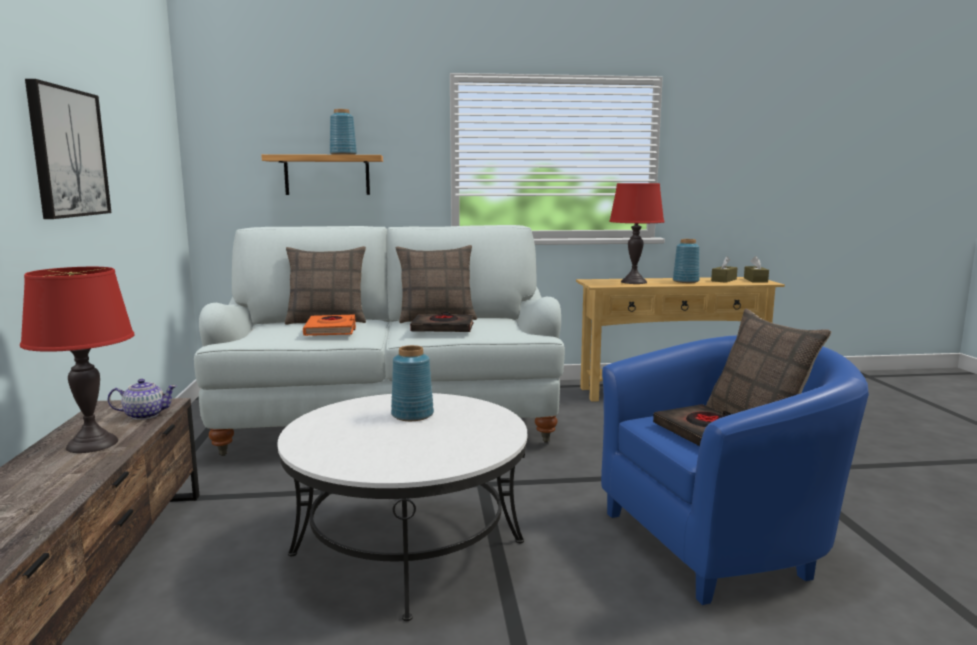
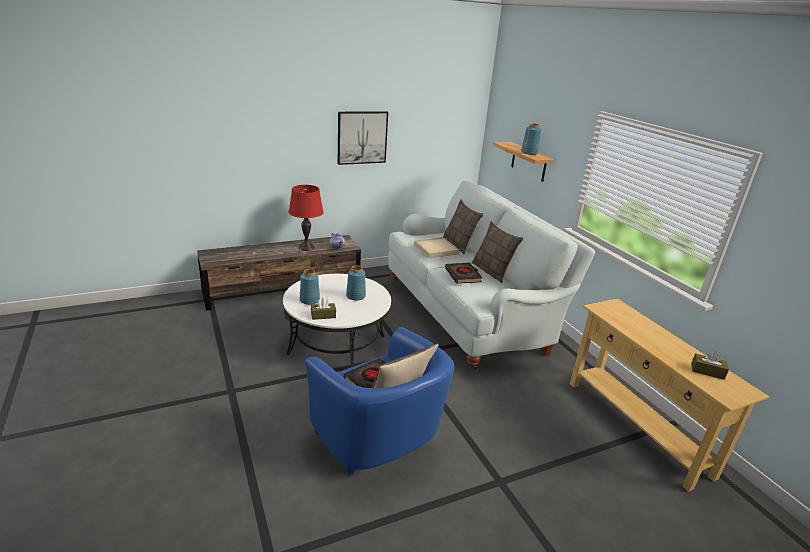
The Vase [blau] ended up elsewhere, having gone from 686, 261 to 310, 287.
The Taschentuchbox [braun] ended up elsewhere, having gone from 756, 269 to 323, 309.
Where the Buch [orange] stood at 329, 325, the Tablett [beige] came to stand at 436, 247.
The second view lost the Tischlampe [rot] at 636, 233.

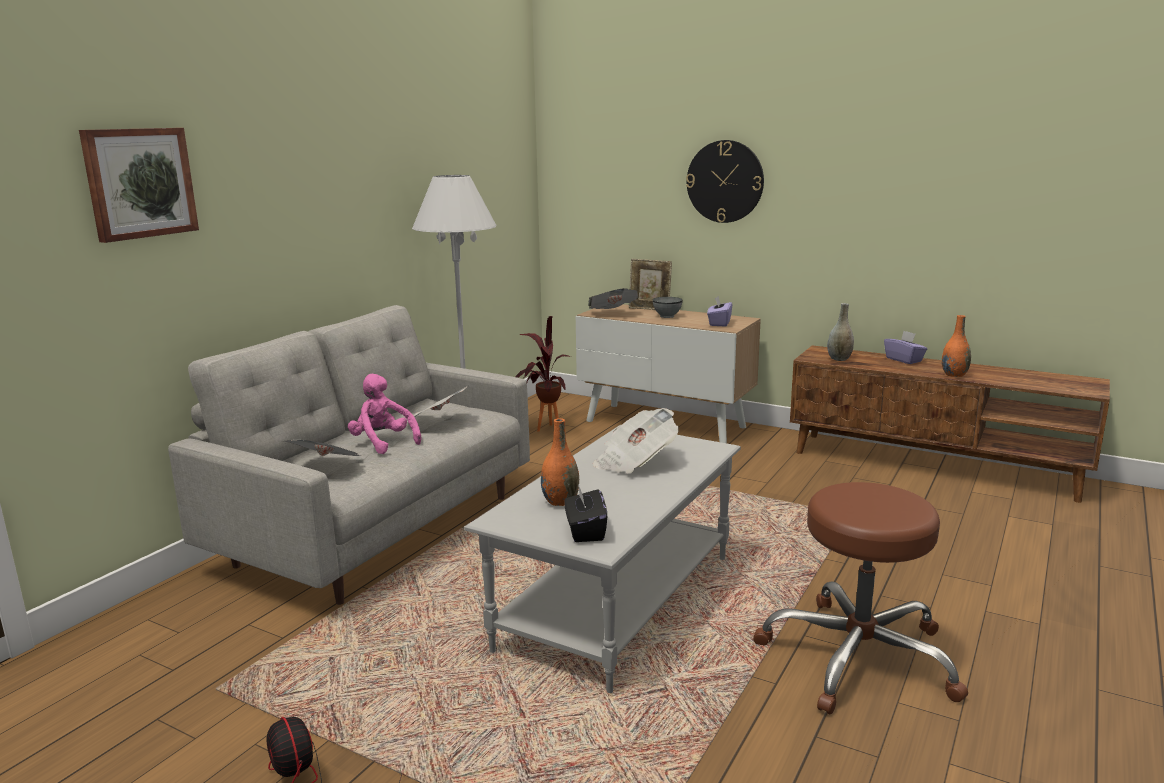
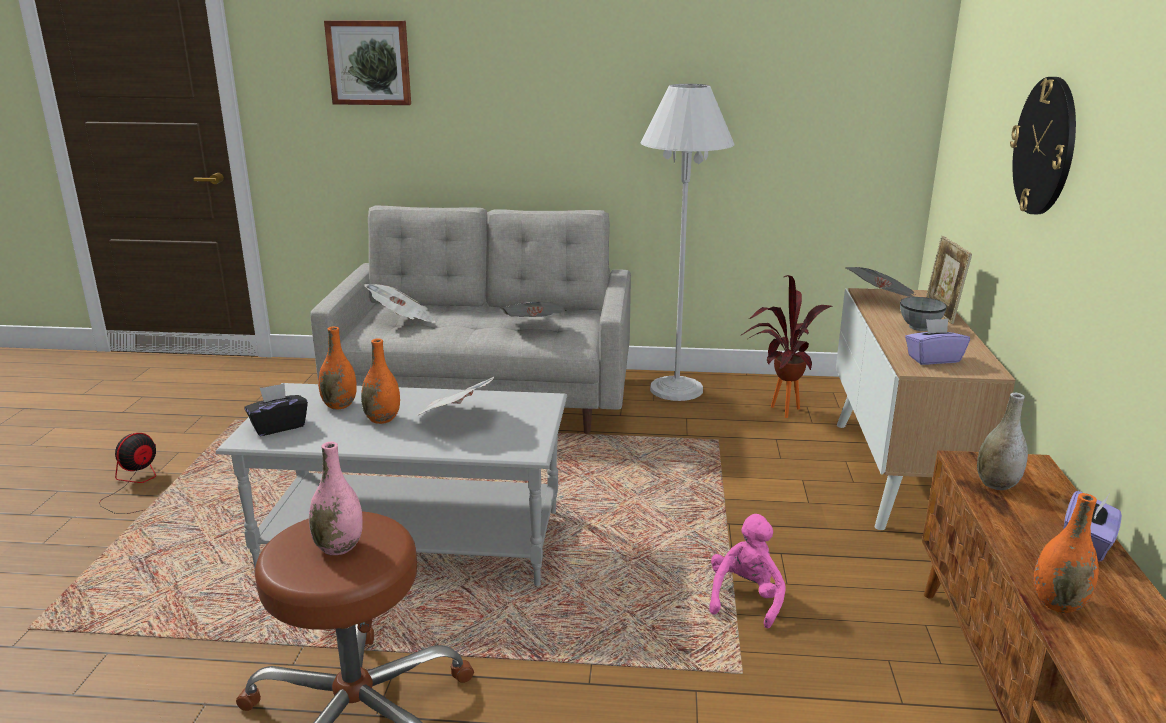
The second view gained the Vase [rosa] at 336, 498.
The second view gained the Vase [orange] at 380, 381.
The Plüschtier [rosa] ended up elsewhere, having gone from 384, 414 to 747, 571.

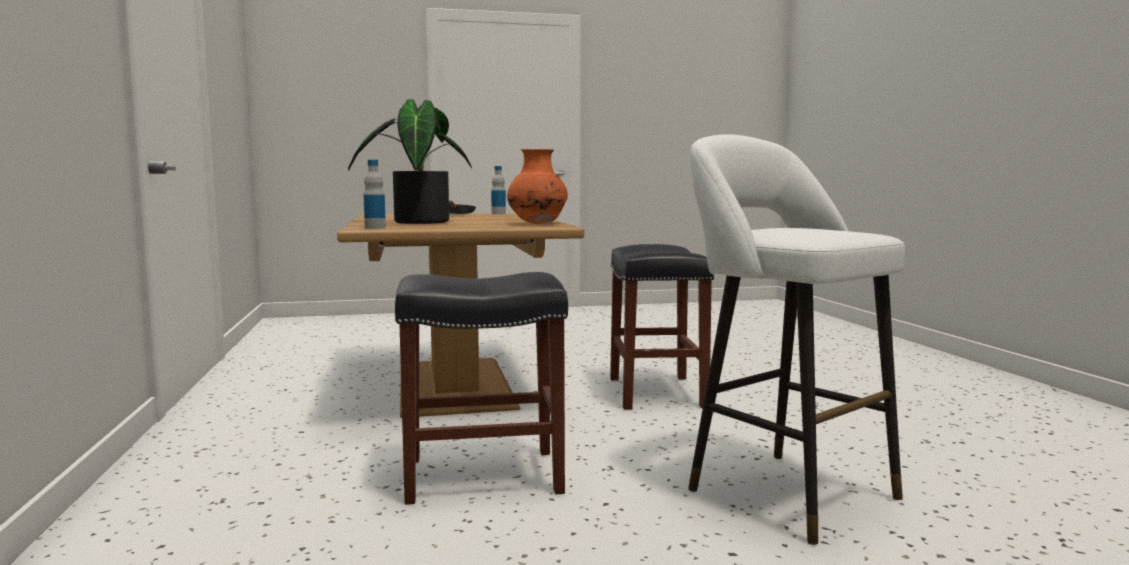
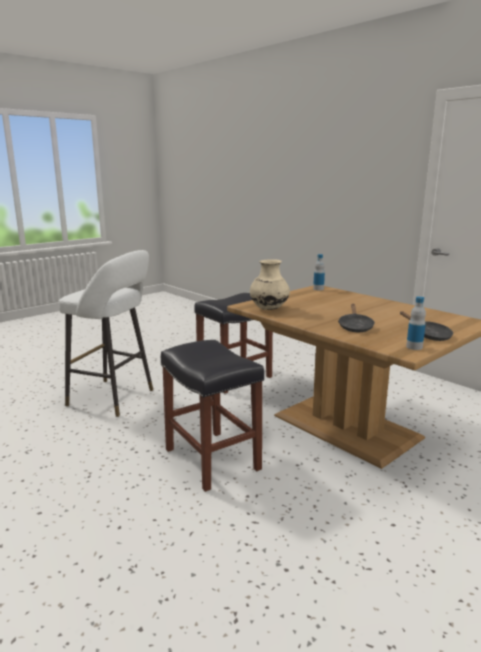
What was the Vase [orange] at 537, 186 turned into the Vase [beige] at 270, 284.
The second view gained the Pfanne [schwarz] at 356, 318.
The second view lost the Topfpflanze at 410, 161.

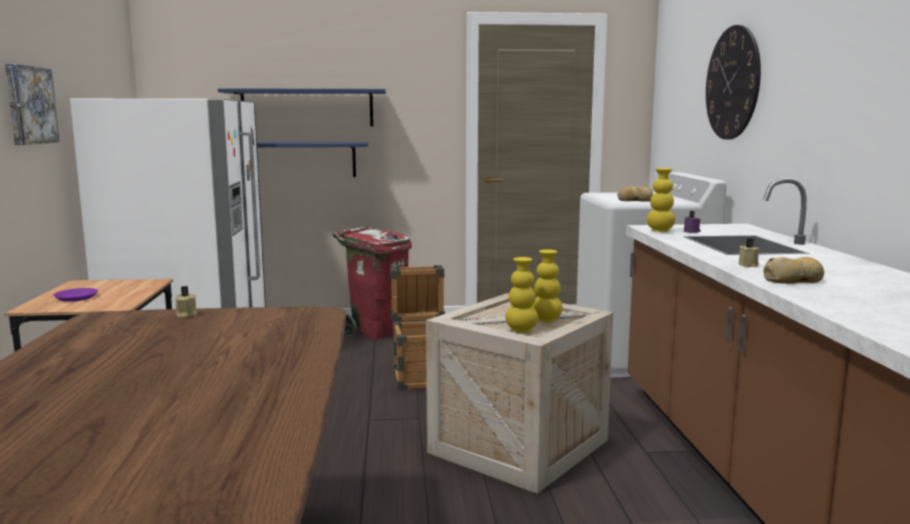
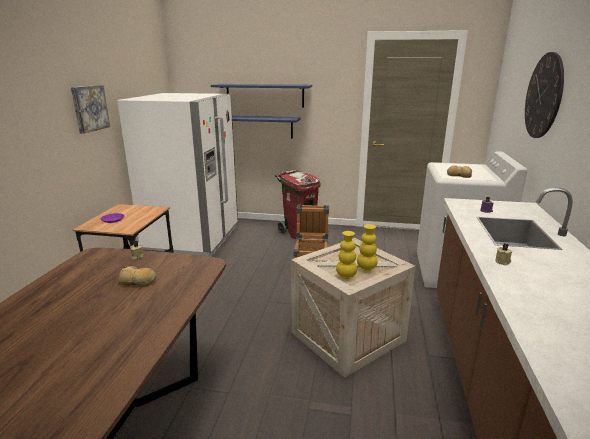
The Brot ended up elsewhere, having gone from 793, 270 to 137, 276.
The second view lost the Vase [gelb] at 661, 200.

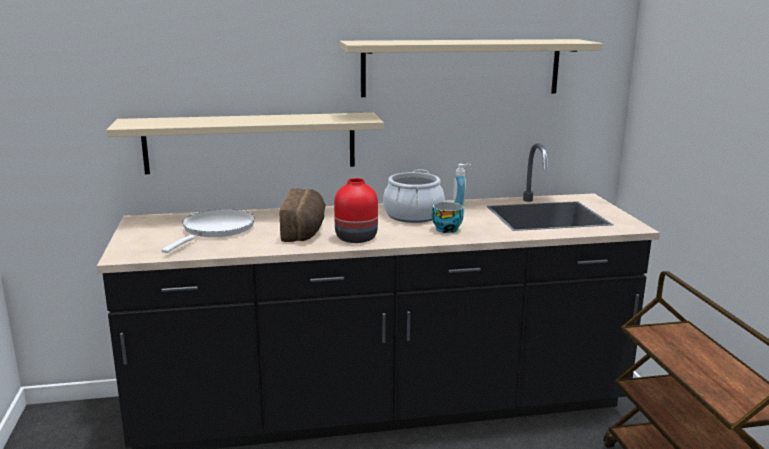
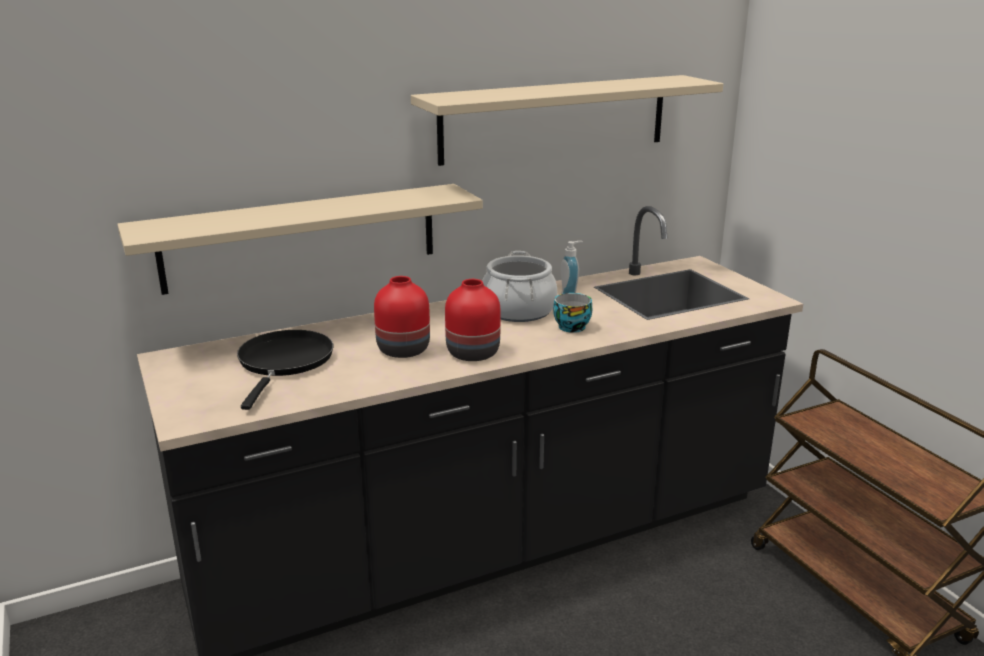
What was the Pfanne [weiß] at 208, 231 turned into the Pfanne [schwarz] at 285, 370.
Where the Brot stood at 303, 215, the Vase [rot] came to stand at 402, 317.

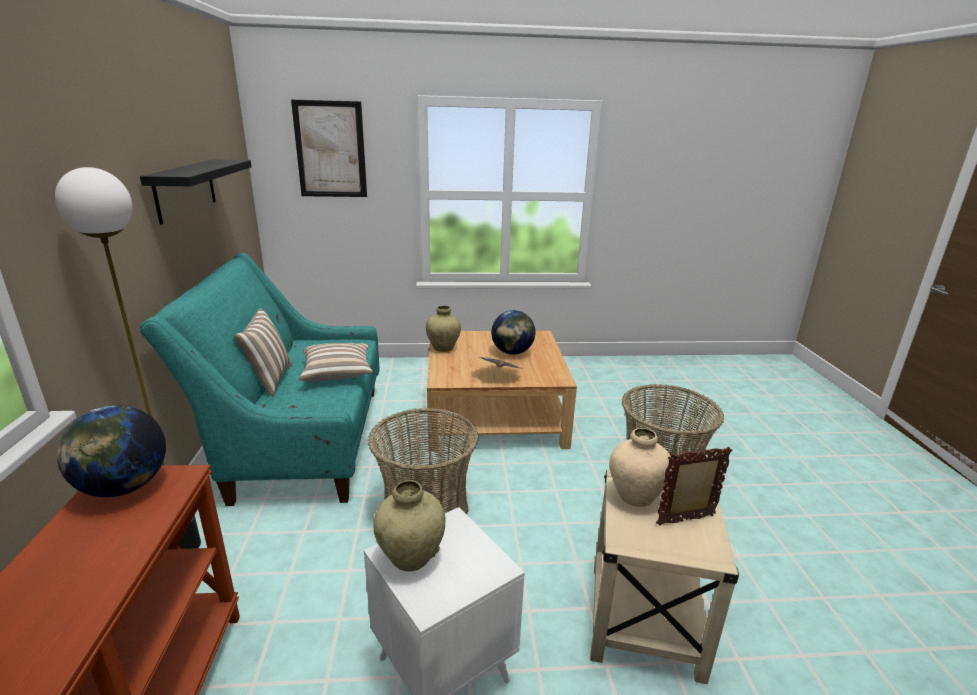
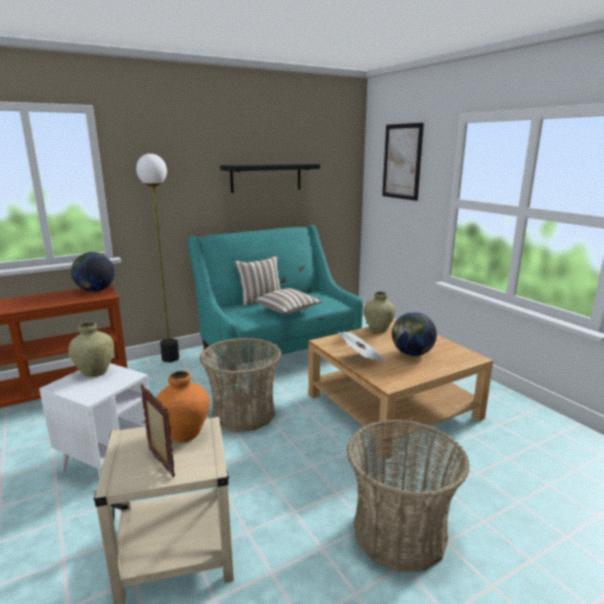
What was the Vase [beige] at 641, 467 turned into the Vase [orange] at 183, 407.

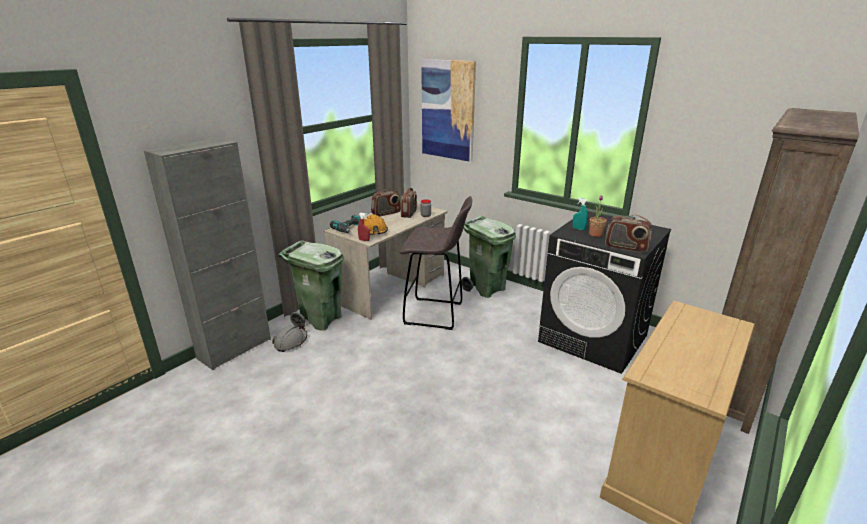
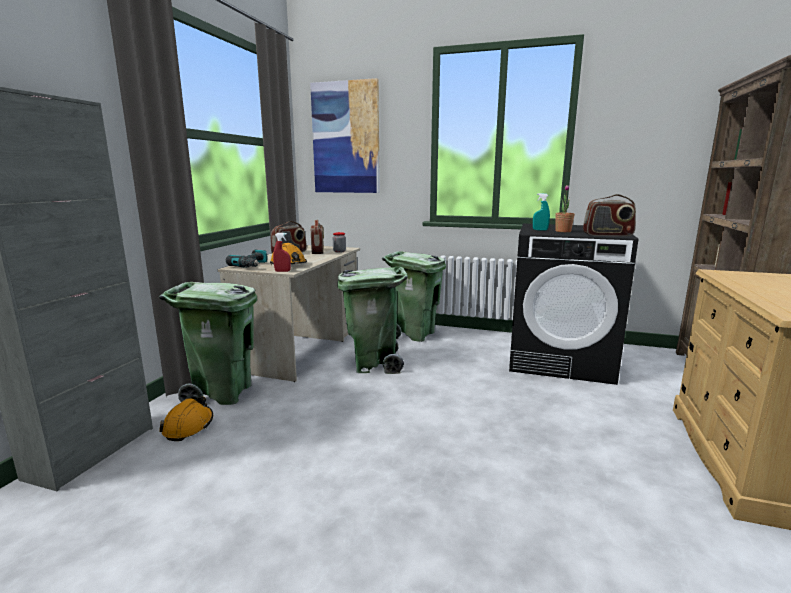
What was the Schutzhelm [grau] at 289, 337 turned into the Schutzhelm [orange] at 186, 419.
Where the Hocker [grau] stood at 435, 263, the Mülleimer [grün] came to stand at 373, 320.

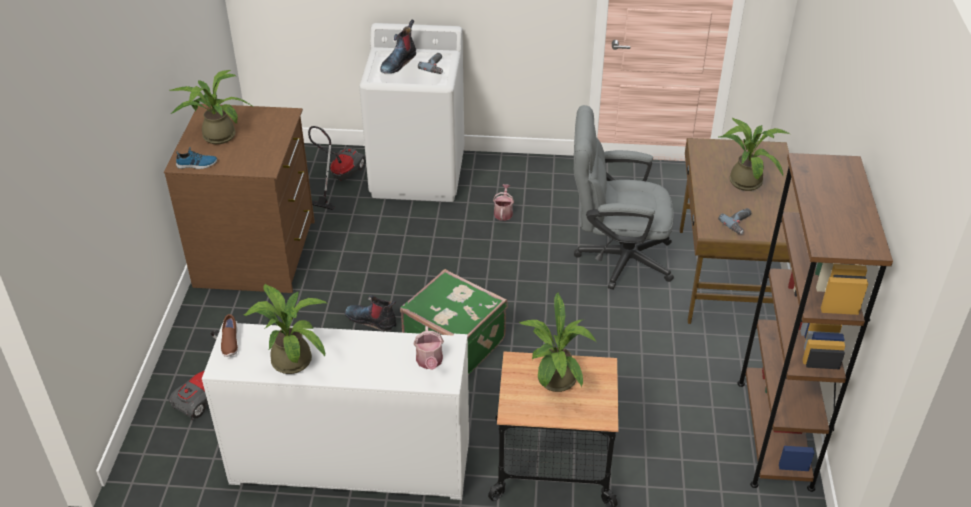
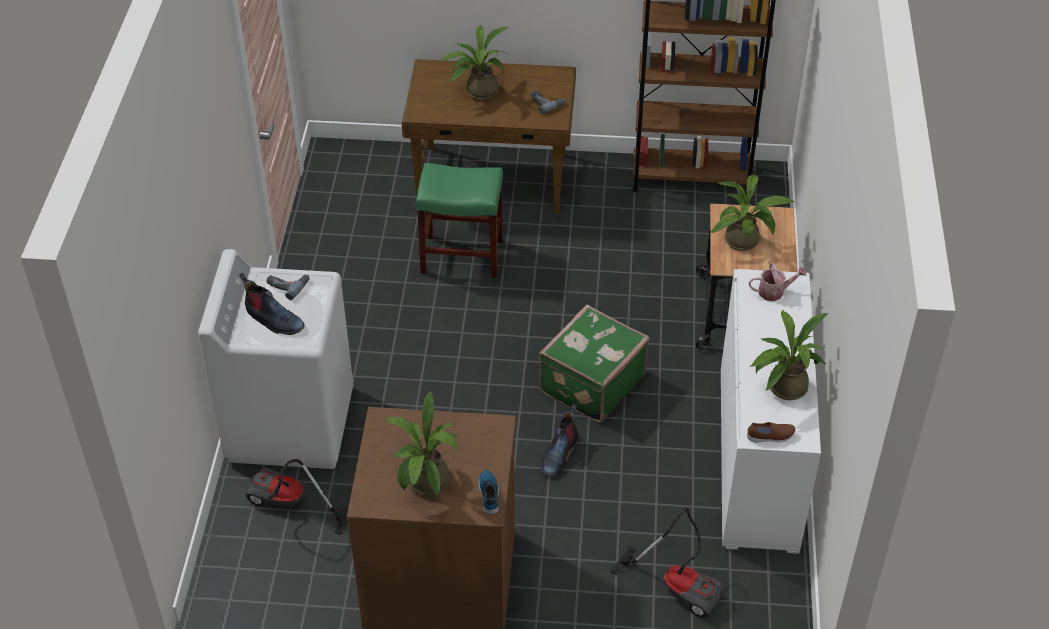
Where the Bürostuhl [grau] stood at 624, 197, the Hocker [grün] came to stand at 459, 221.
The second view lost the Gießkanne at 503, 202.

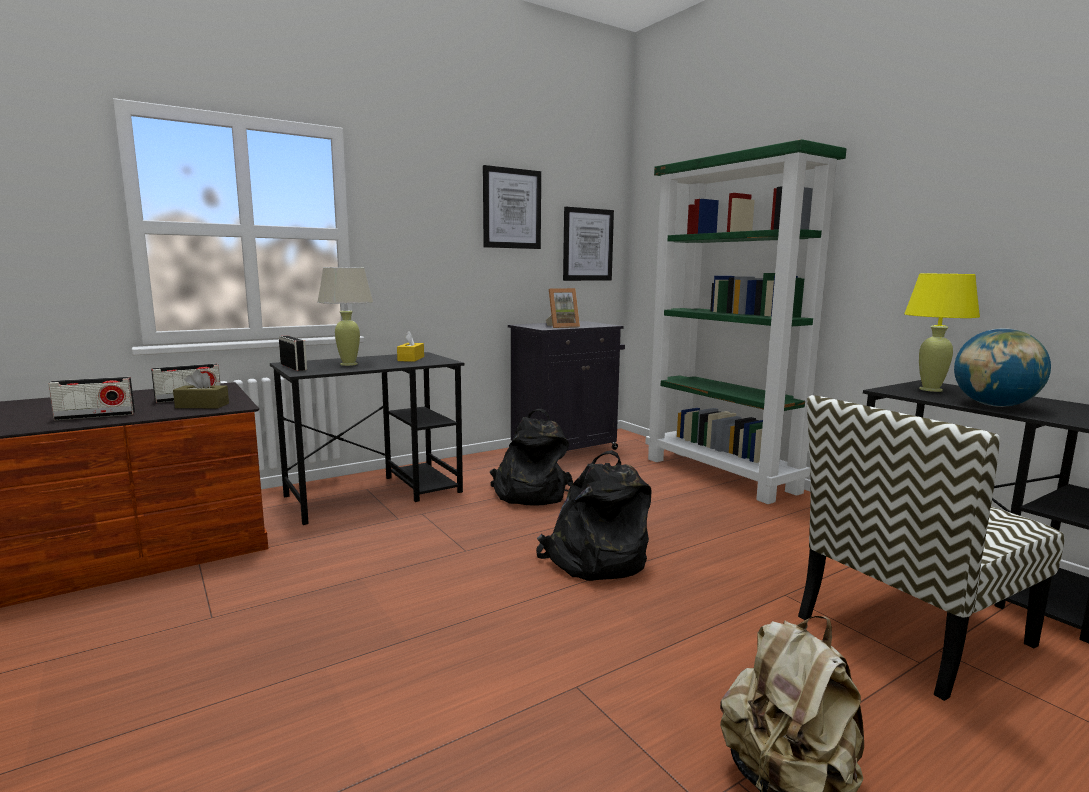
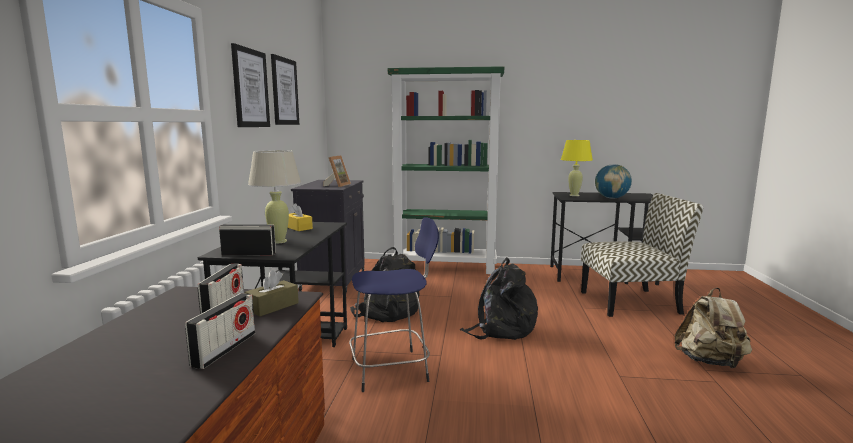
The Bild ended up elsewhere, having gone from 588, 244 to 250, 85.
The second view gained the Hocker [blau] at 394, 304.
The Stuhl at 931, 548 ended up facing another way, 105 degrees counterclockwise from before.

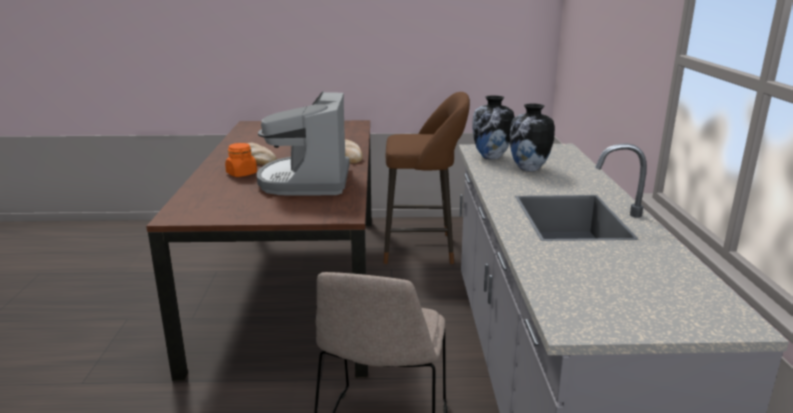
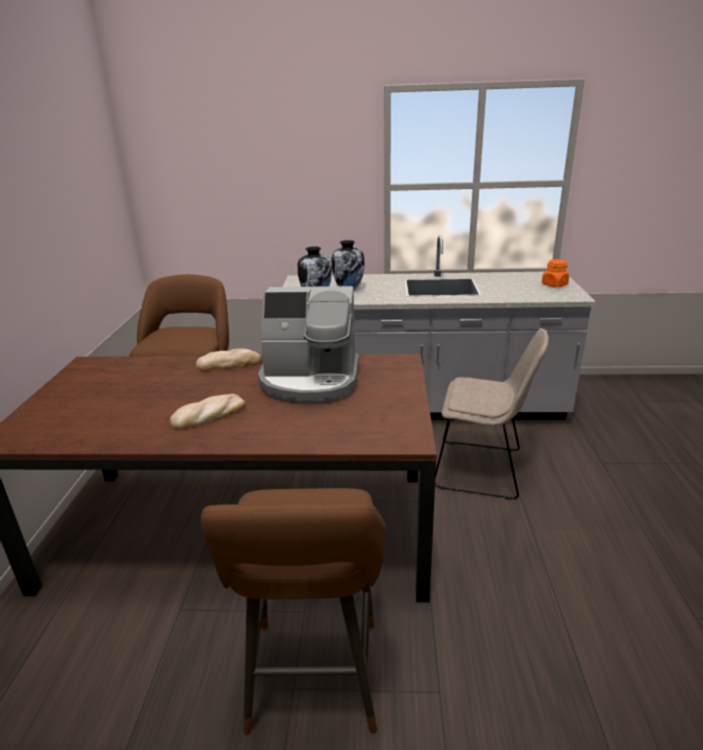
The second view gained the Hocker [braun] at 293, 611.
The Vorratsglas [orange] ended up elsewhere, having gone from 241, 160 to 555, 273.

